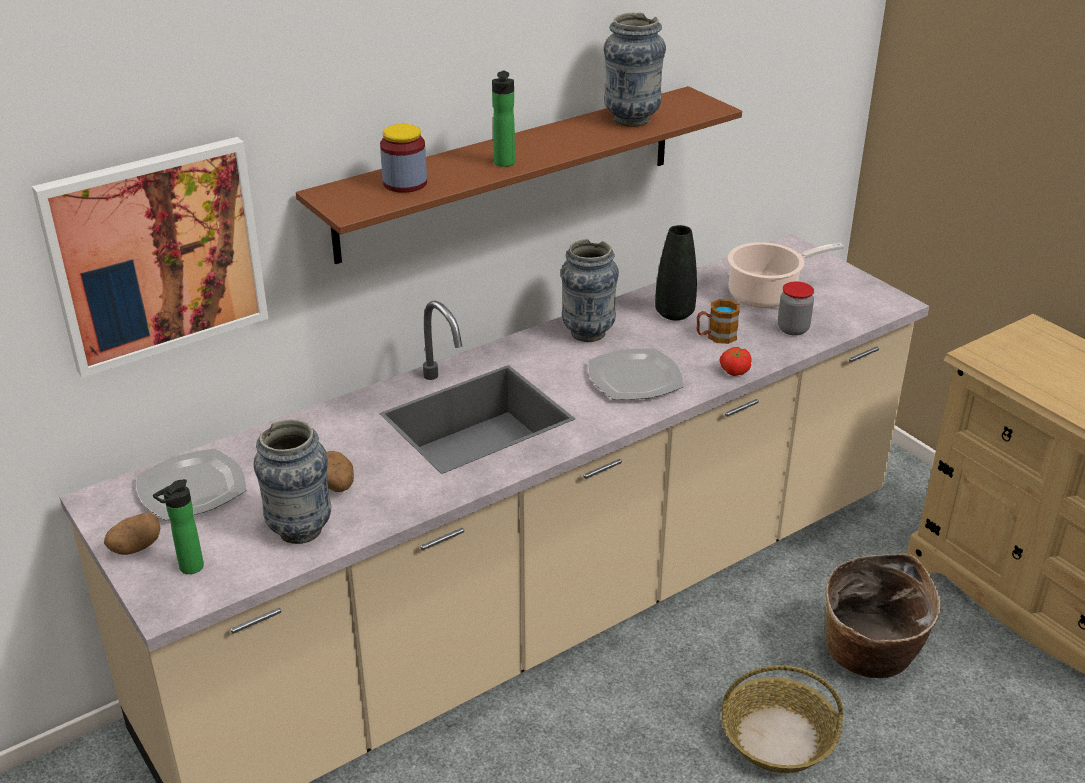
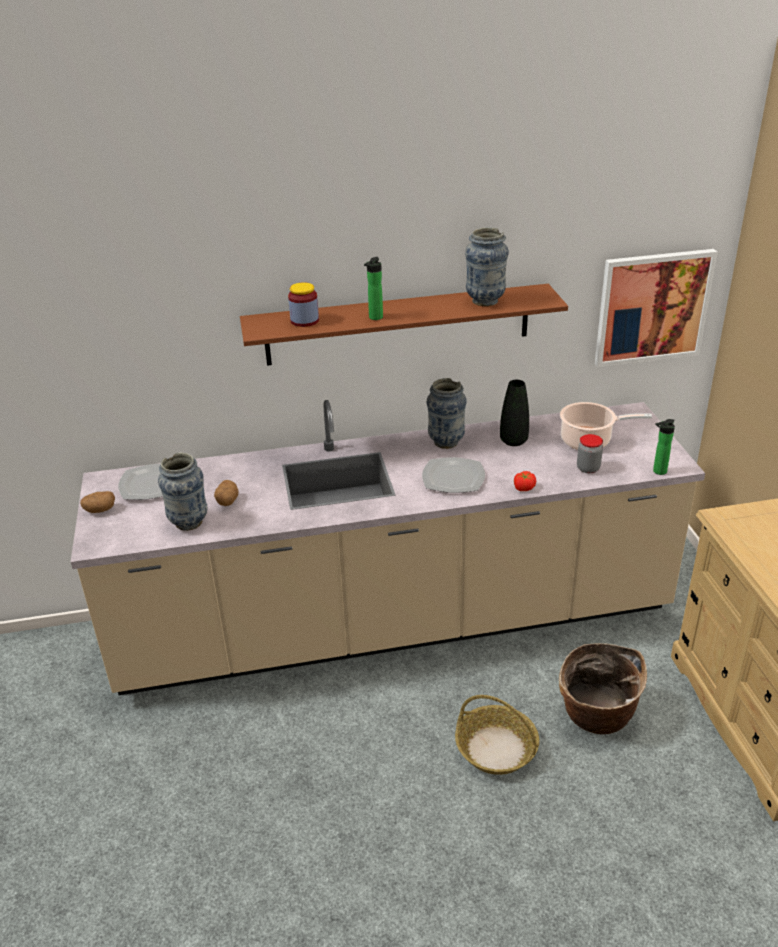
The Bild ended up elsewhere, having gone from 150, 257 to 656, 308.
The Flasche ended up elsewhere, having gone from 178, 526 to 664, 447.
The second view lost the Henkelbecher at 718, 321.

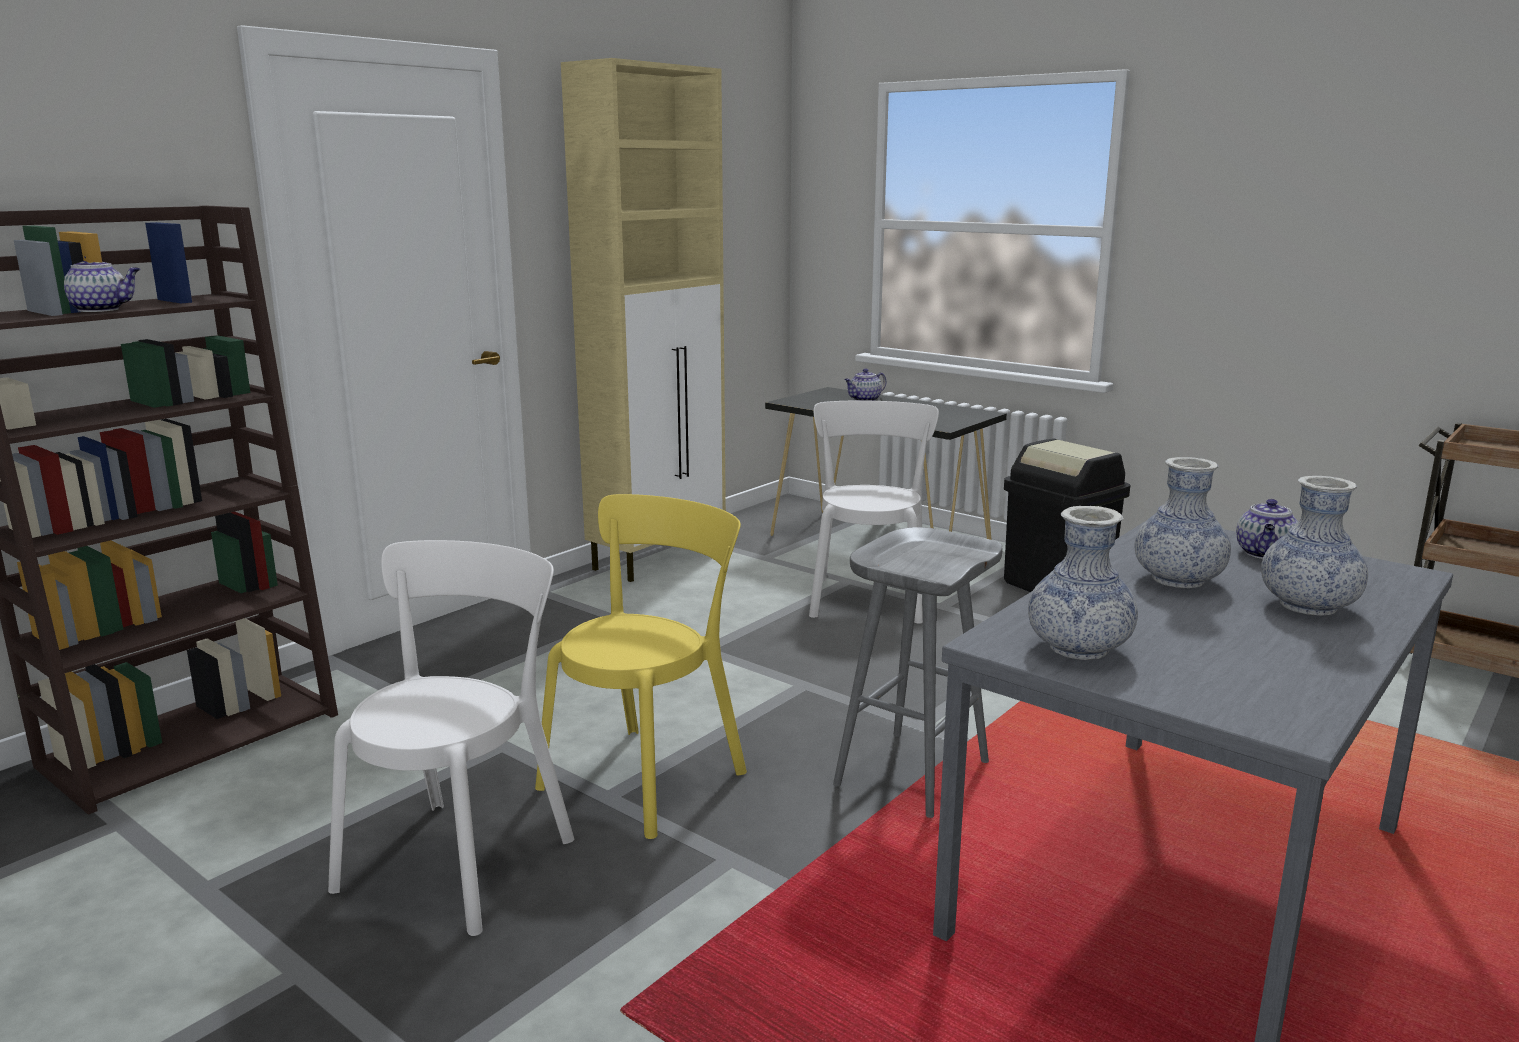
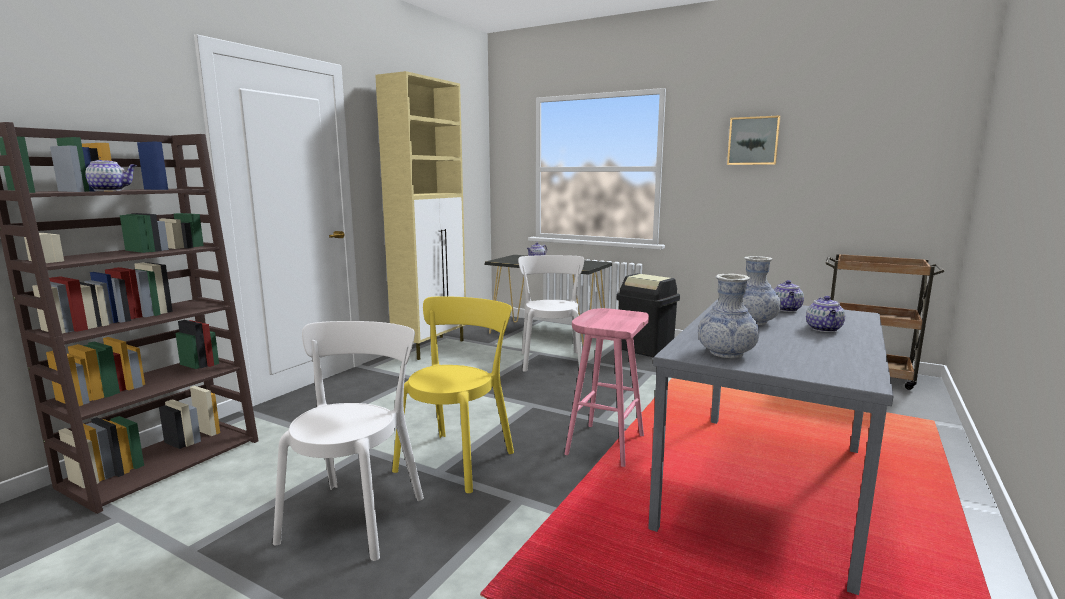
What was the Hocker [grau] at 917, 672 turned into the Hocker [rosa] at 607, 387.
The second view gained the Bild at 754, 140.
Where the Vase stood at 1314, 546, the Teekanne came to stand at 825, 314.

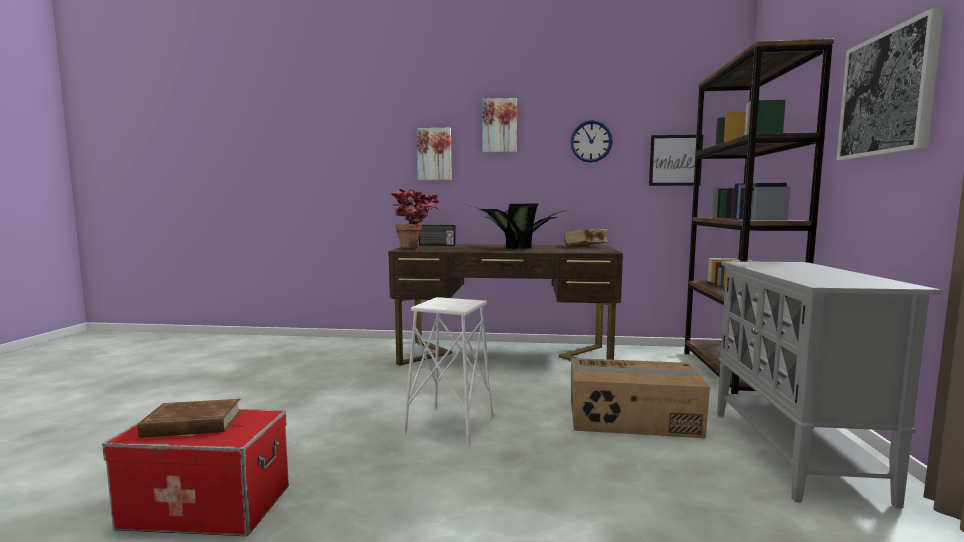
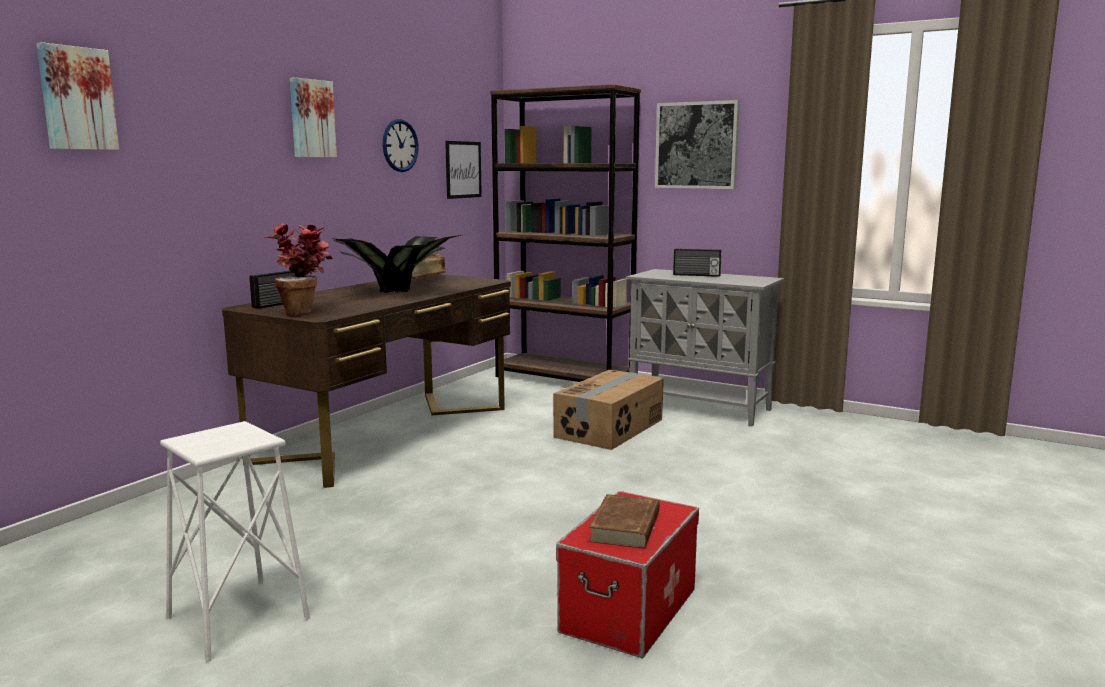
The Bild ended up elsewhere, having gone from 434, 154 to 77, 96.
The Hocker [weiß] ended up elsewhere, having gone from 448, 371 to 235, 541.
The second view gained the Radio at 697, 263.

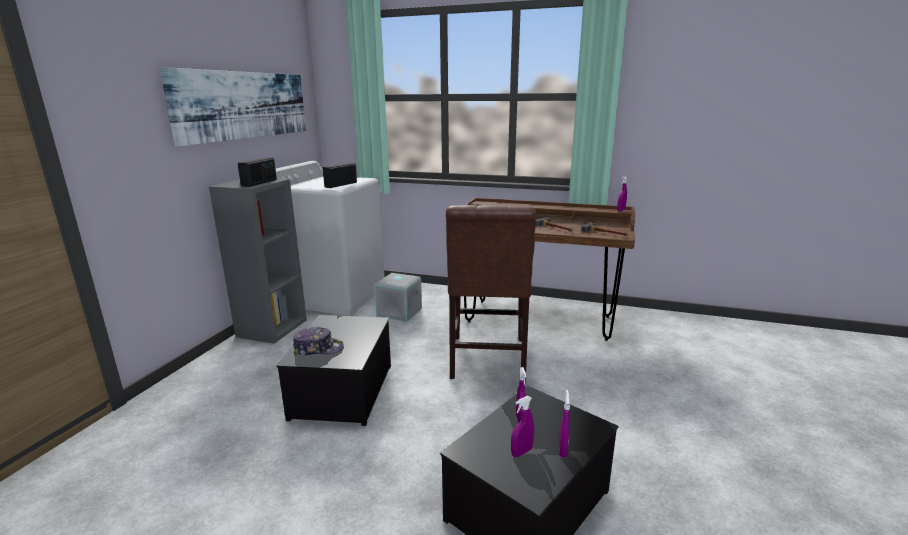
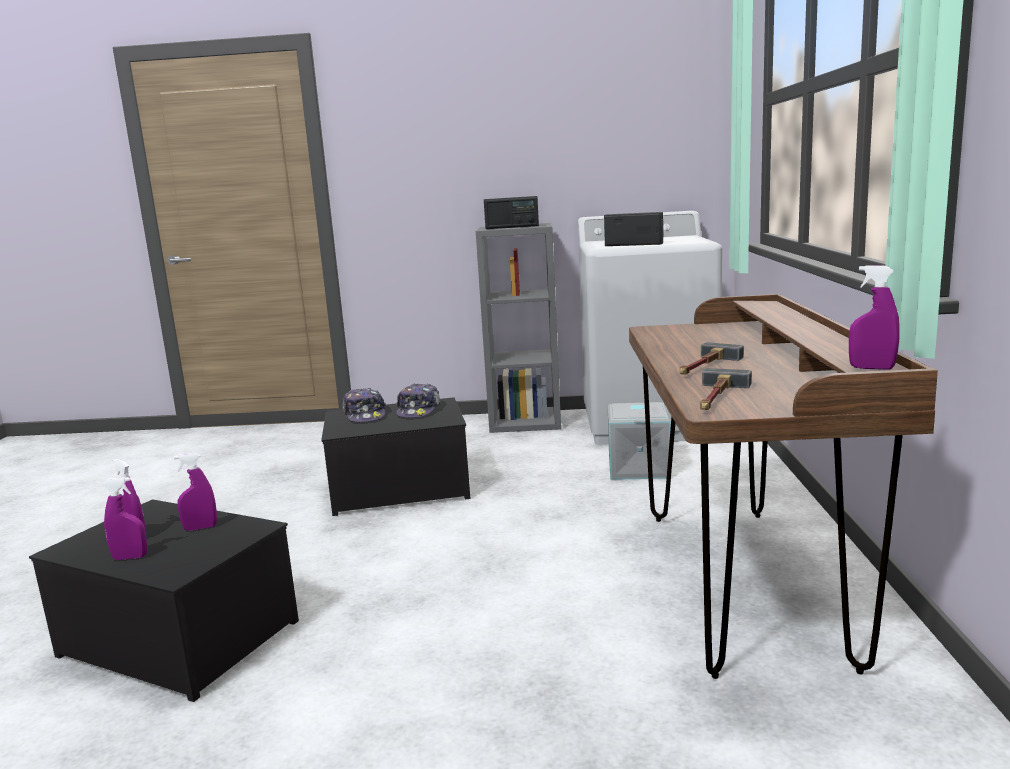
The second view gained the Kappe at 418, 400.
The second view lost the Bild at 232, 106.
The second view lost the Stuhl [braun] at 491, 293.

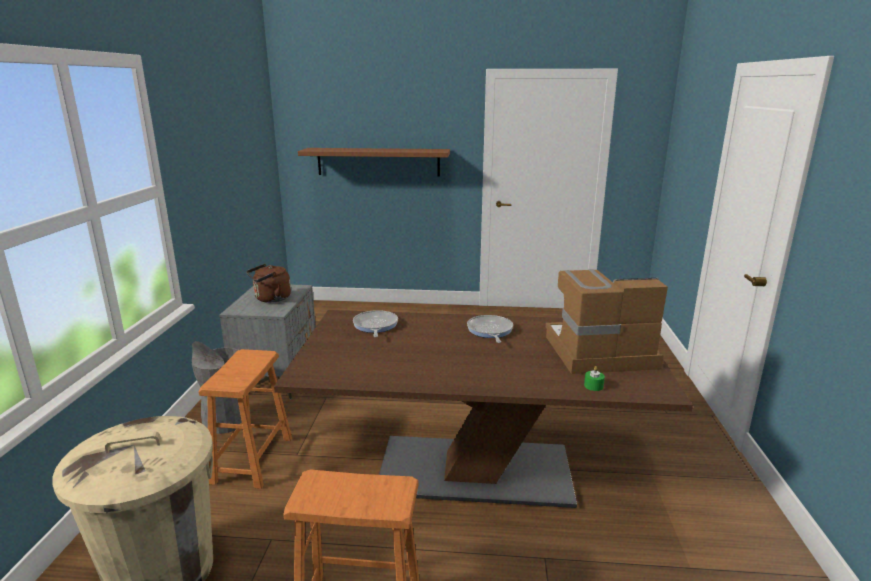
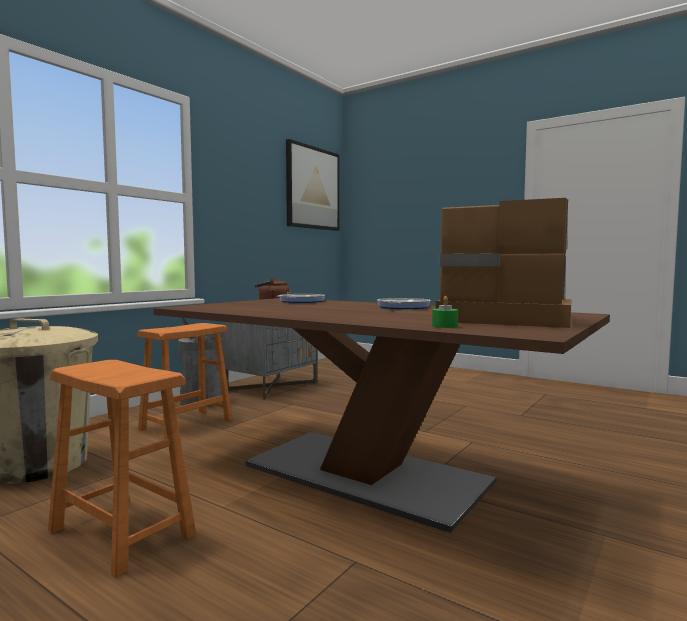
The second view gained the Bild at 313, 185.
The second view lost the Wandregal [braun] at 374, 162.

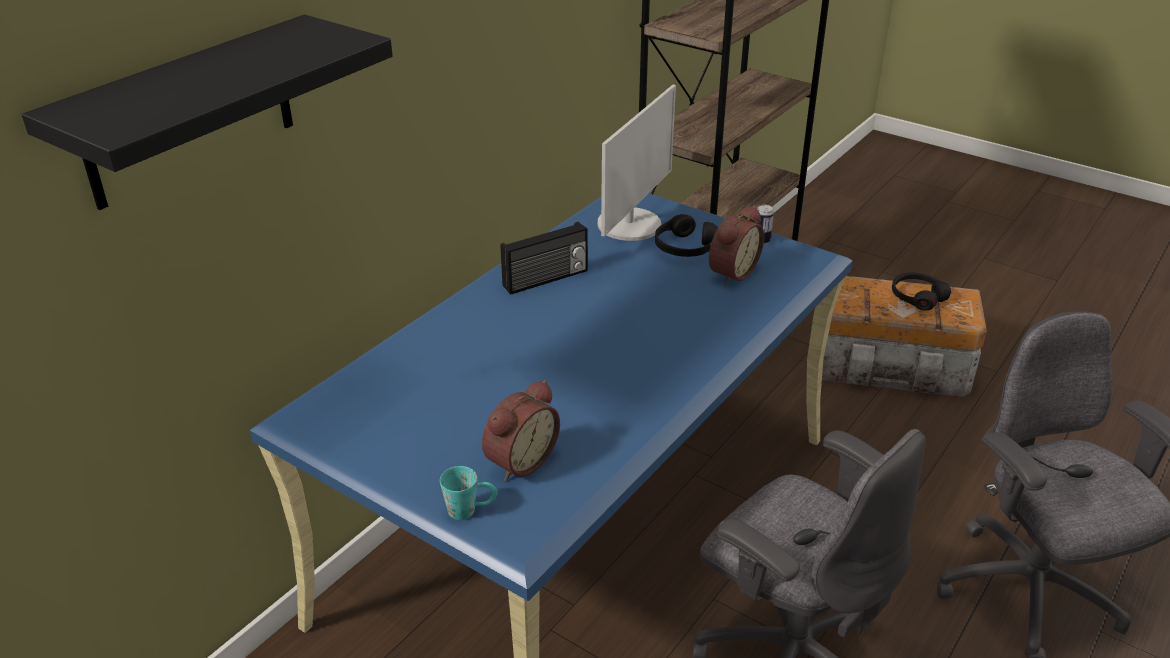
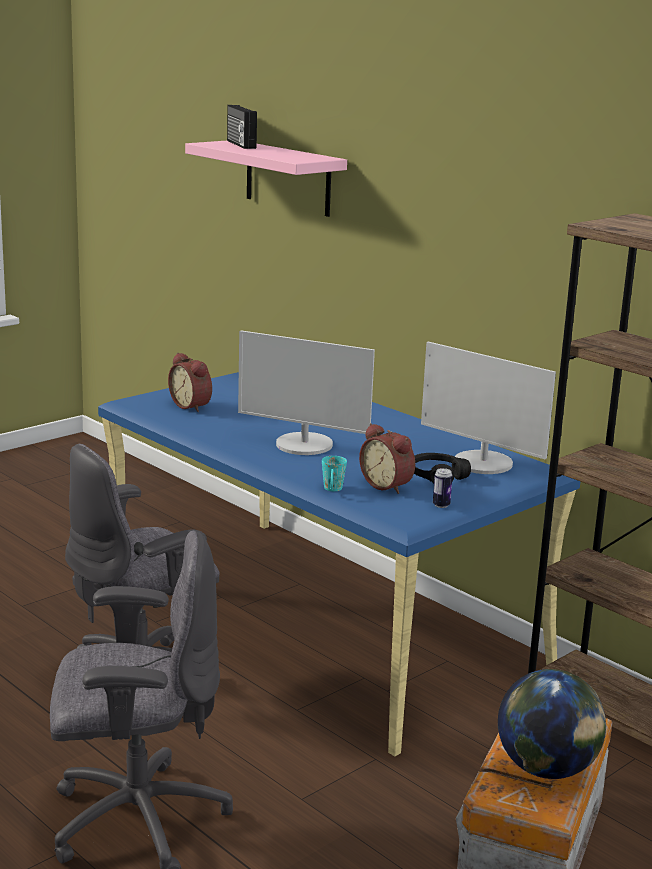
What was the Wandregal [schwarz] at 207, 112 turned into the Wandregal [rosa] at 266, 179.
The Radio ended up elsewhere, having gone from 544, 258 to 242, 127.
The second view gained the Monitor at 306, 392.
The Henkelbecher [türkis] ended up elsewhere, having gone from 468, 493 to 334, 473.
Where the Kopfhörer [schwarz] stood at 921, 291, the Globus came to stand at 552, 724.

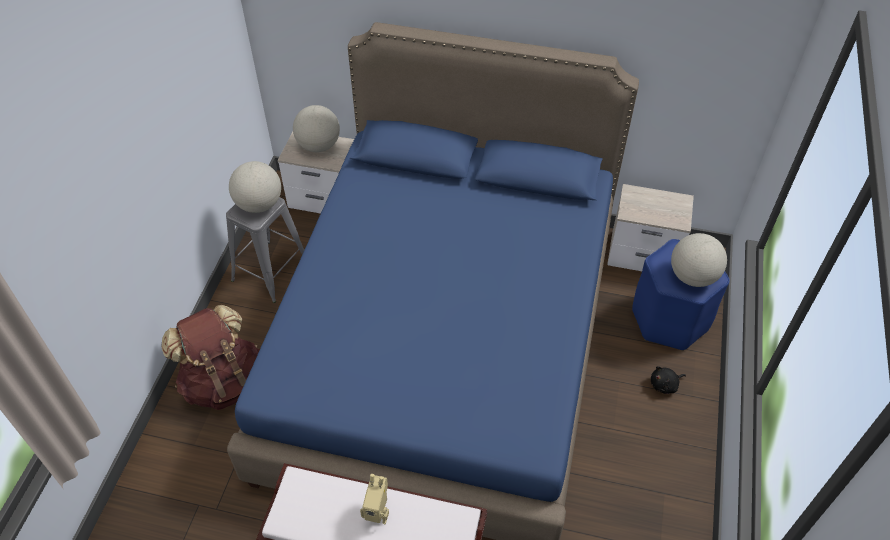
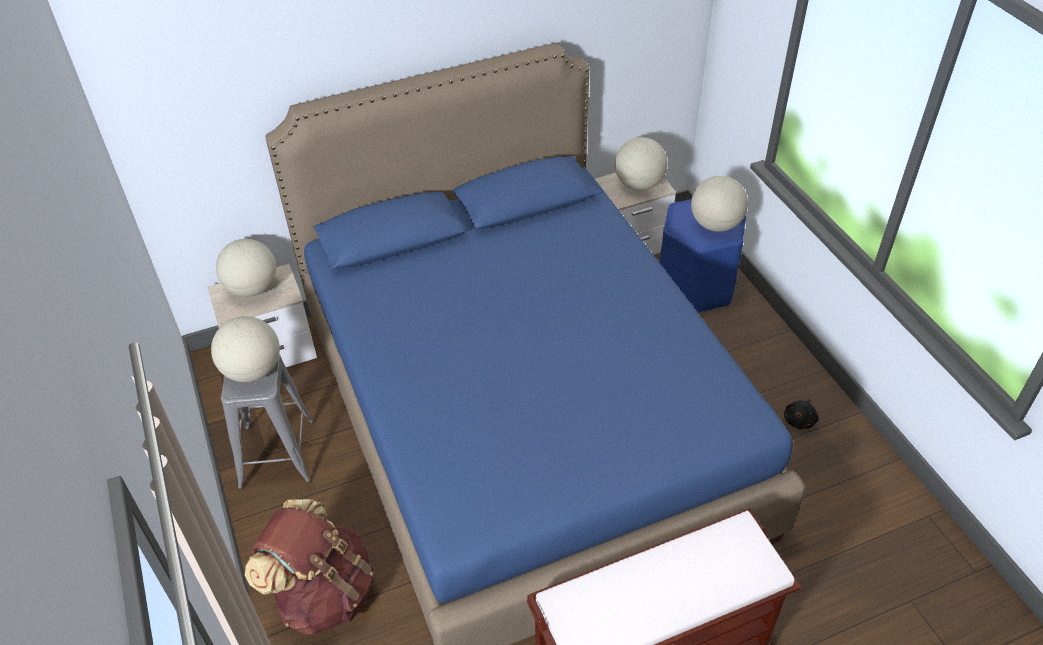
The second view gained the Globus at 641, 163.
The Plüschtier [schwarz] ended up elsewhere, having gone from 668, 380 to 801, 414.
The second view lost the Spielzeugroboter at 374, 499.

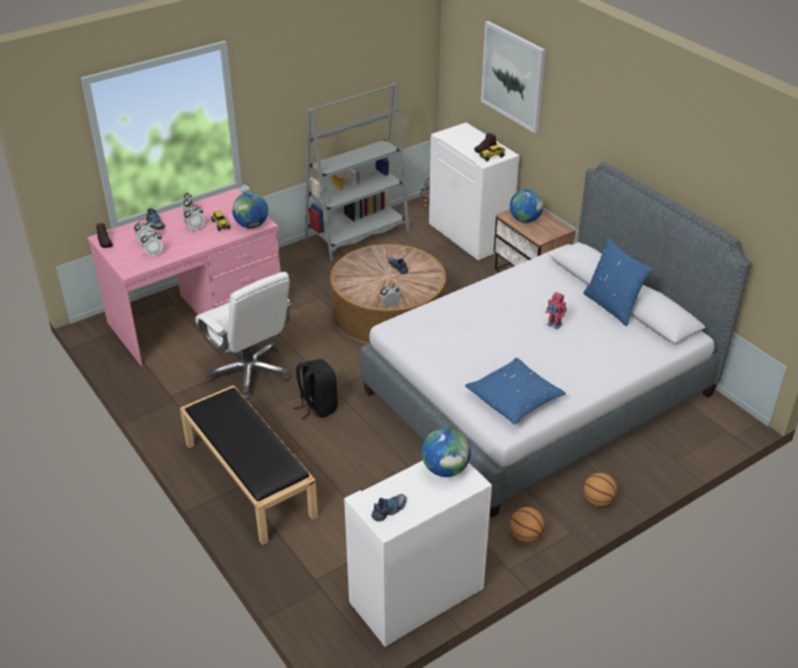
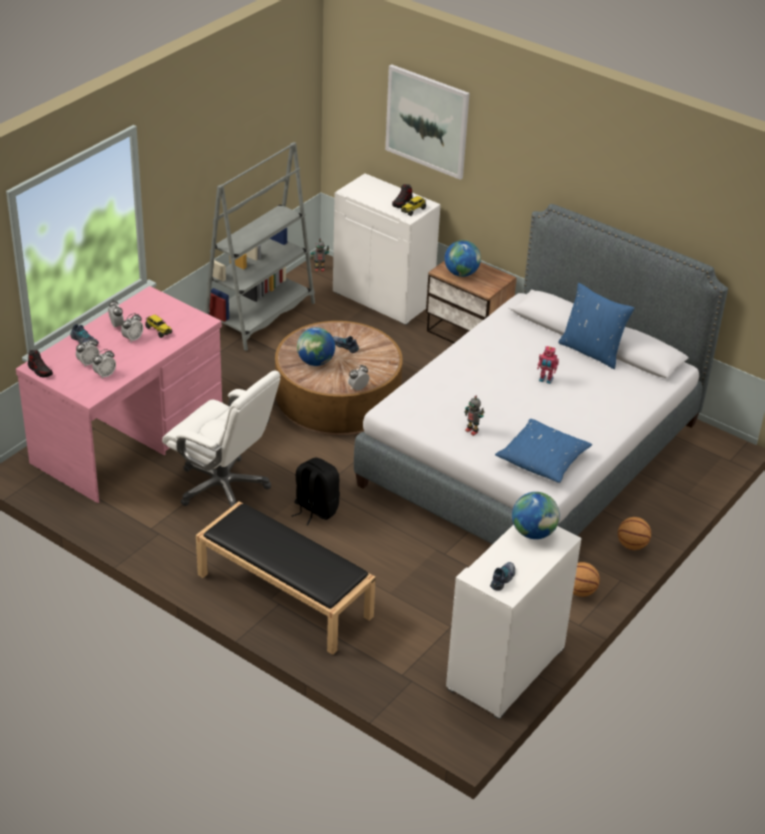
The Globus ended up elsewhere, having gone from 250, 210 to 316, 346.
The second view gained the Spielzeugroboter at 474, 415.

